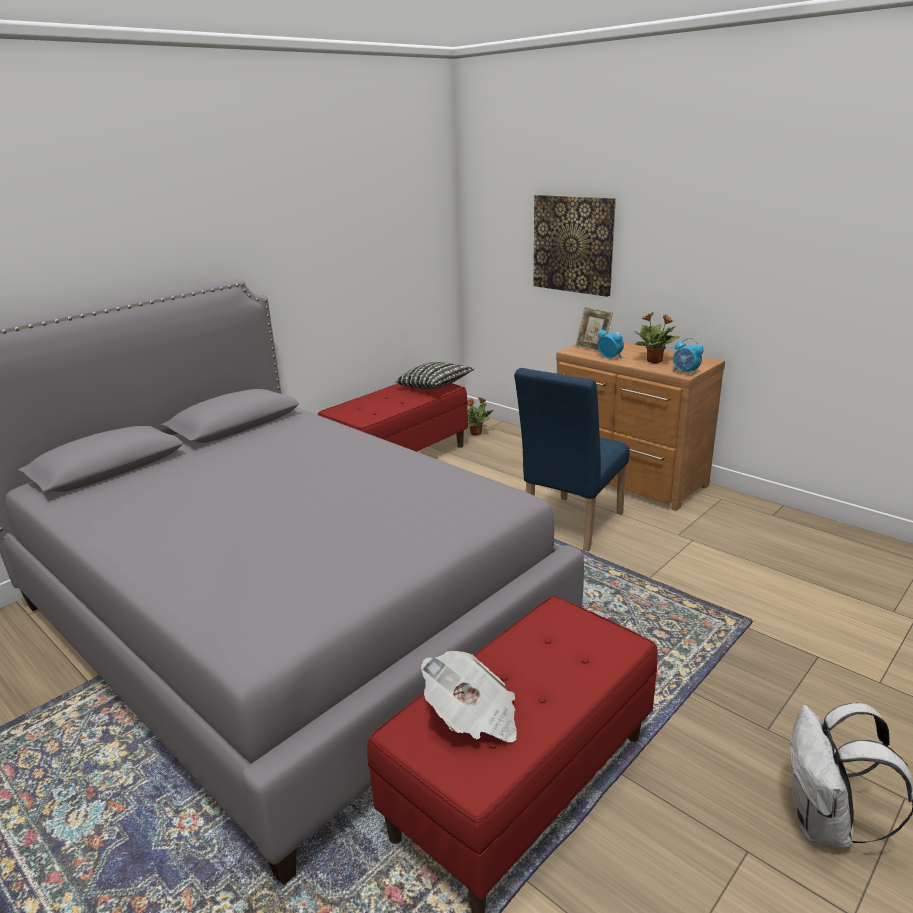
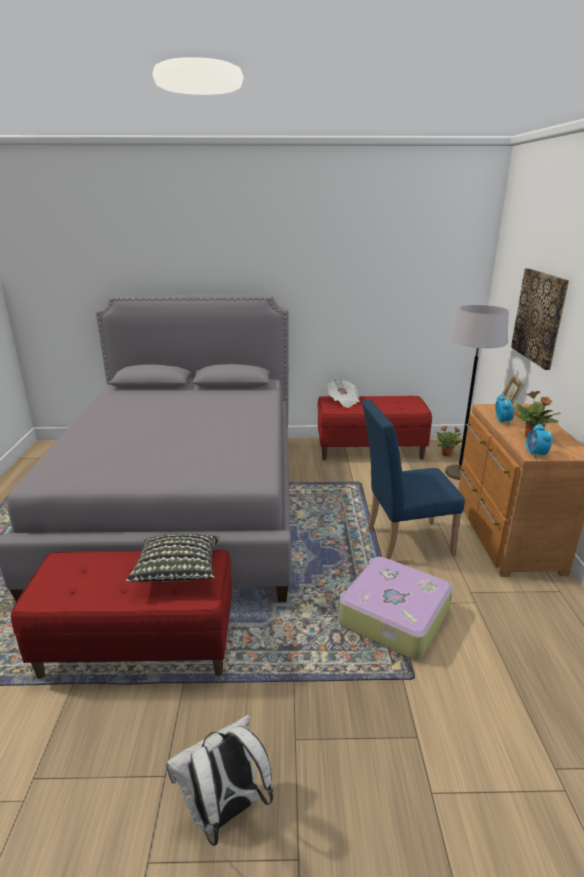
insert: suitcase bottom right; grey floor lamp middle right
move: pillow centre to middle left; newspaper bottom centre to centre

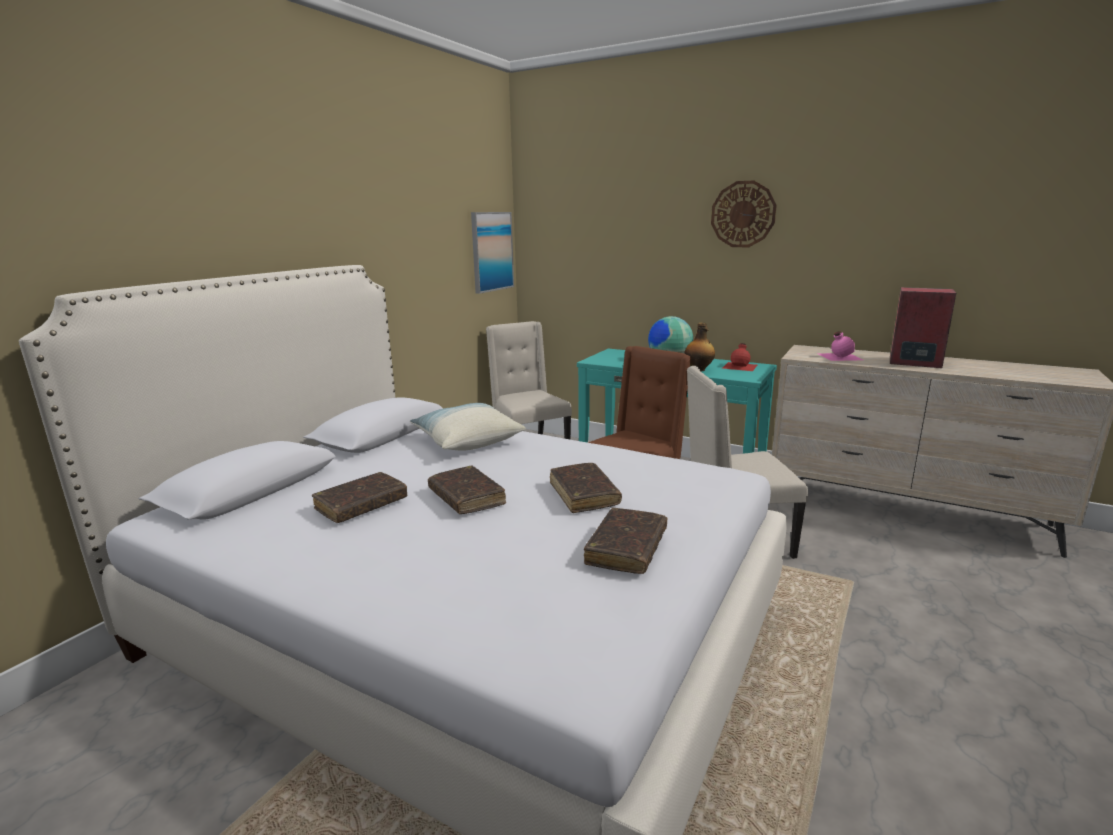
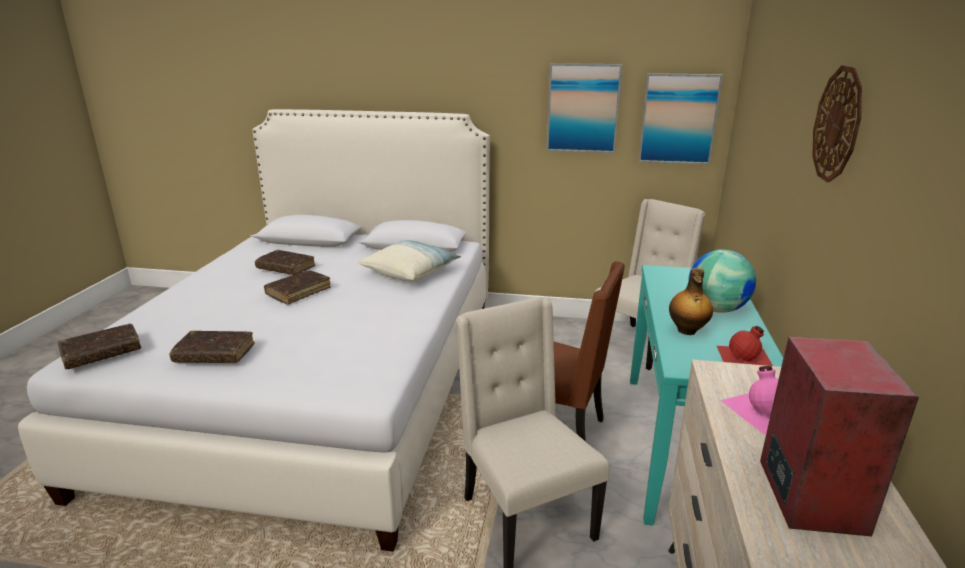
insert: picture (1st from left) top centre
move: brown book (3rd from left in the first image) centre to brown book (1st from left) middle left

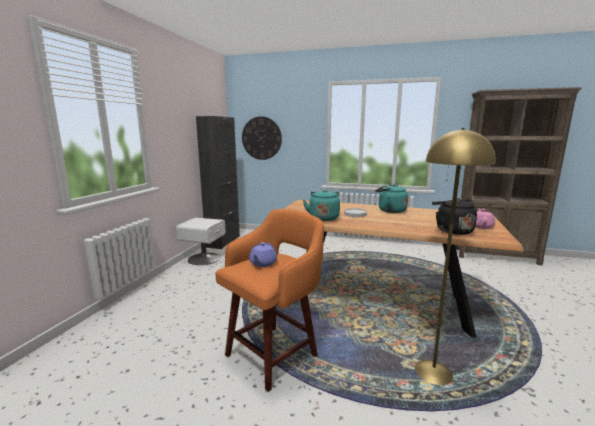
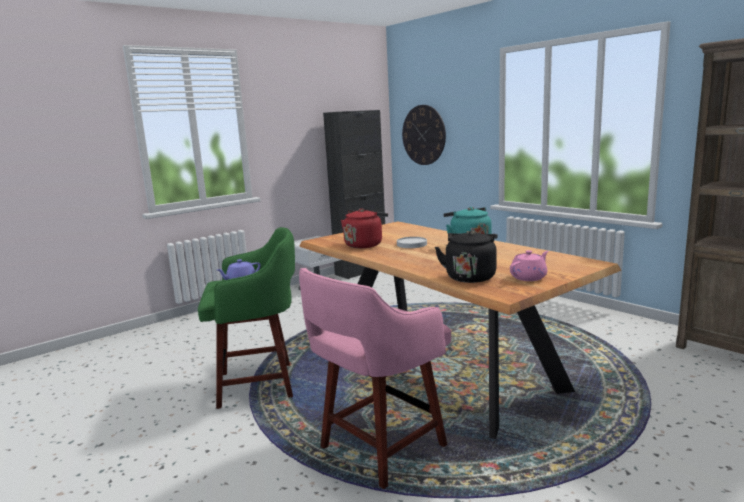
replace: yellow floor lamp middle right to pink stool bottom centre
recolor: orange stool bottom centre to green stool middle left; turquoise kettle (1st from left) centre to red kettle centre

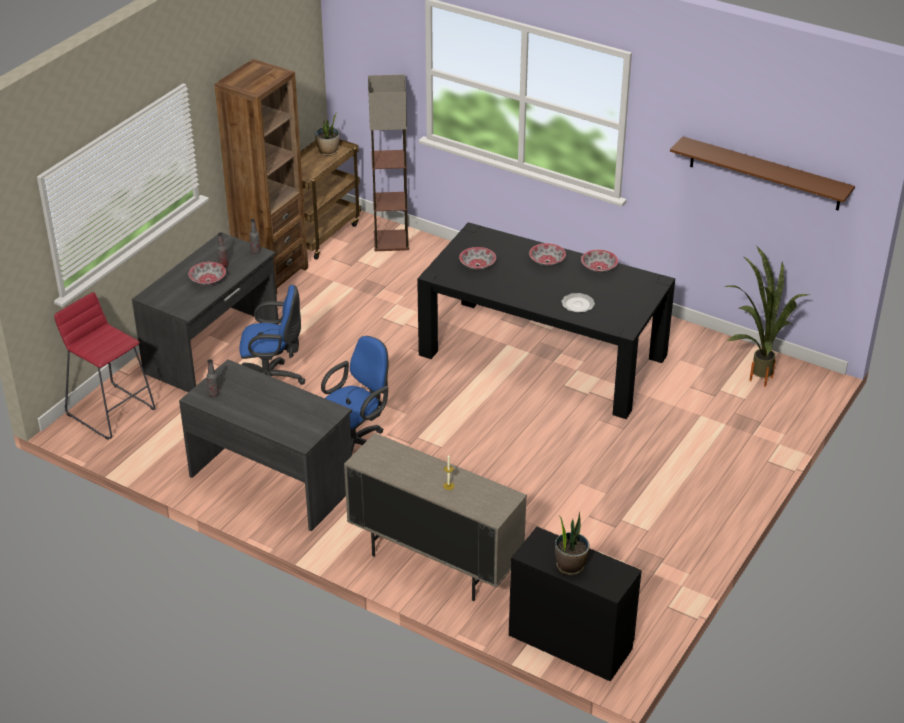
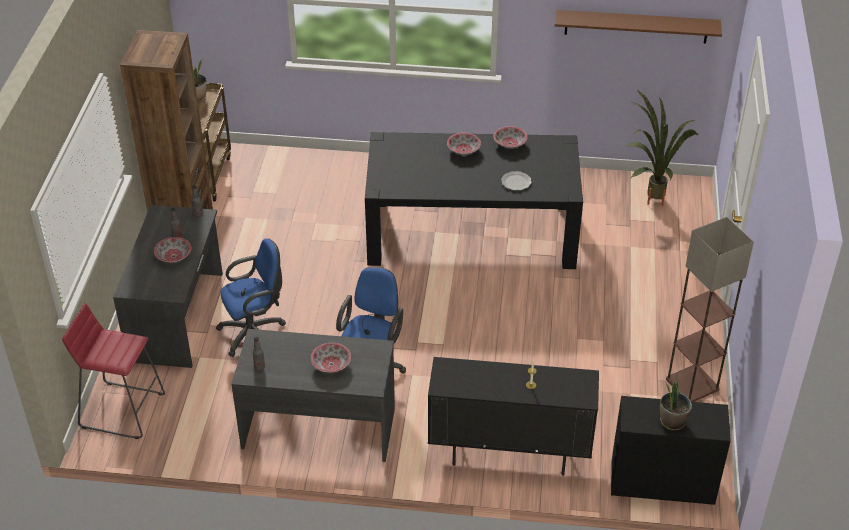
move: floor lamp top centre to middle right; bowl (2nd from left) centre to bottom centre
recolor: beige cabinet bottom centre to black cabinet bottom centre

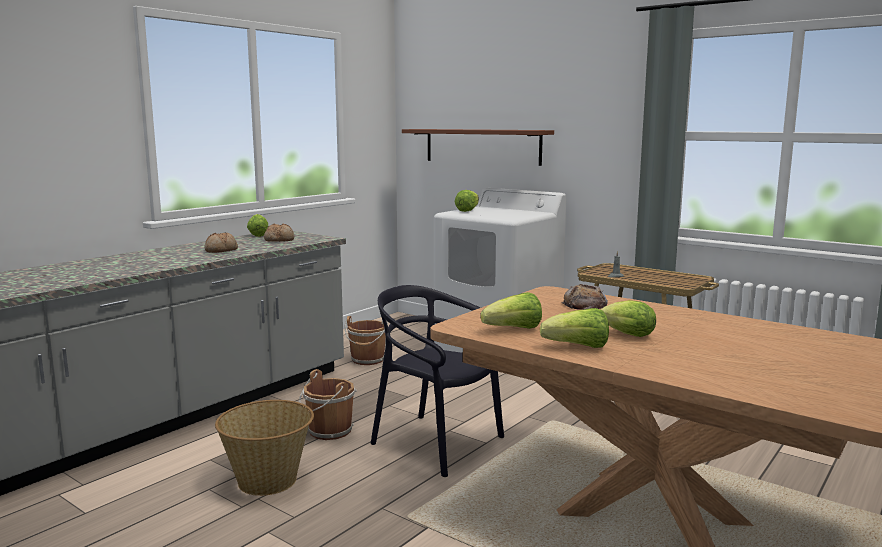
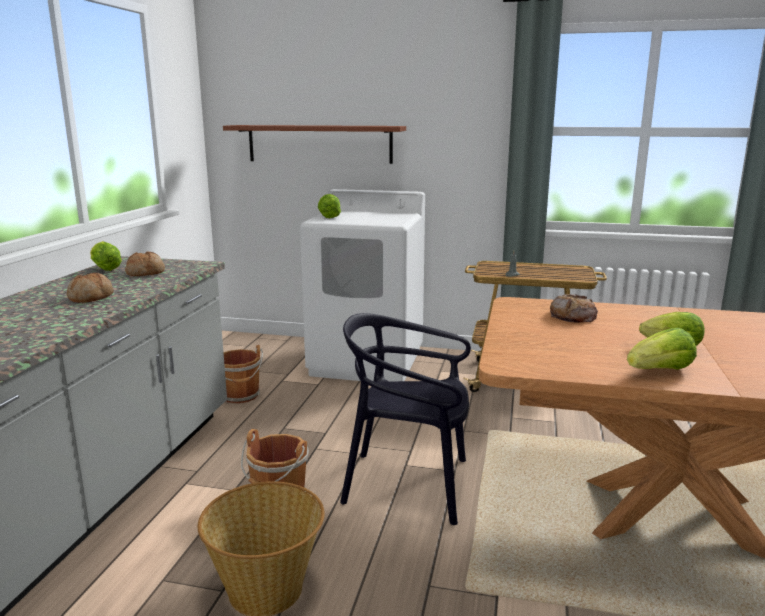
delete: lettuce (3rd from left) centre

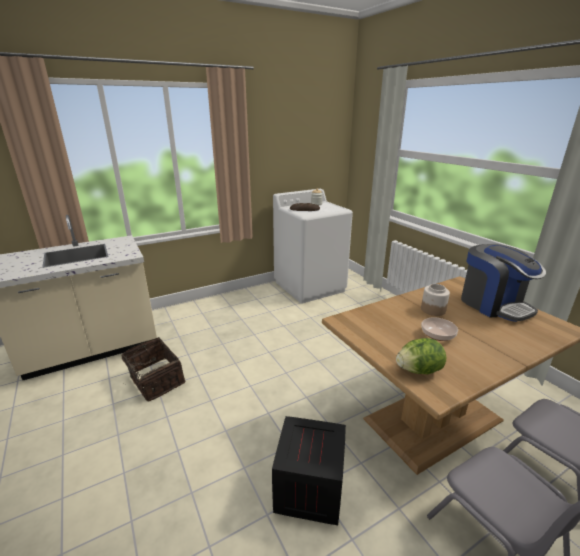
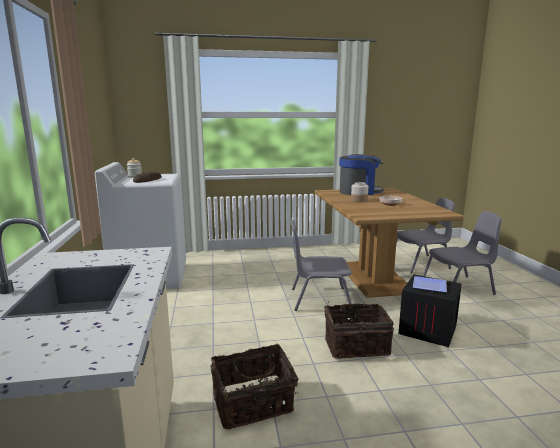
delete: lettuce middle right
insert: grey chair (1st from left) centre; basket (2nd from left) bottom centre; plate middle right

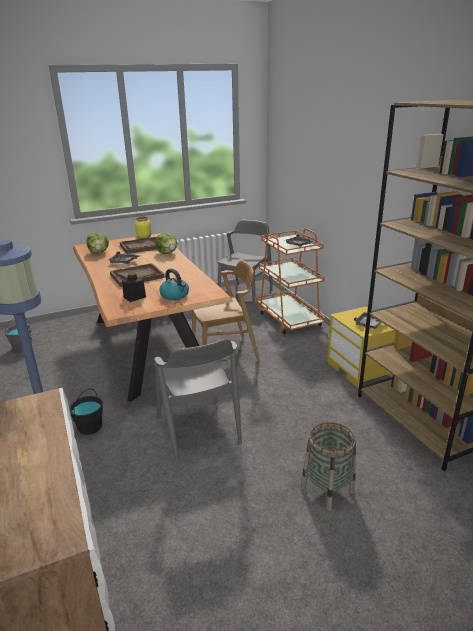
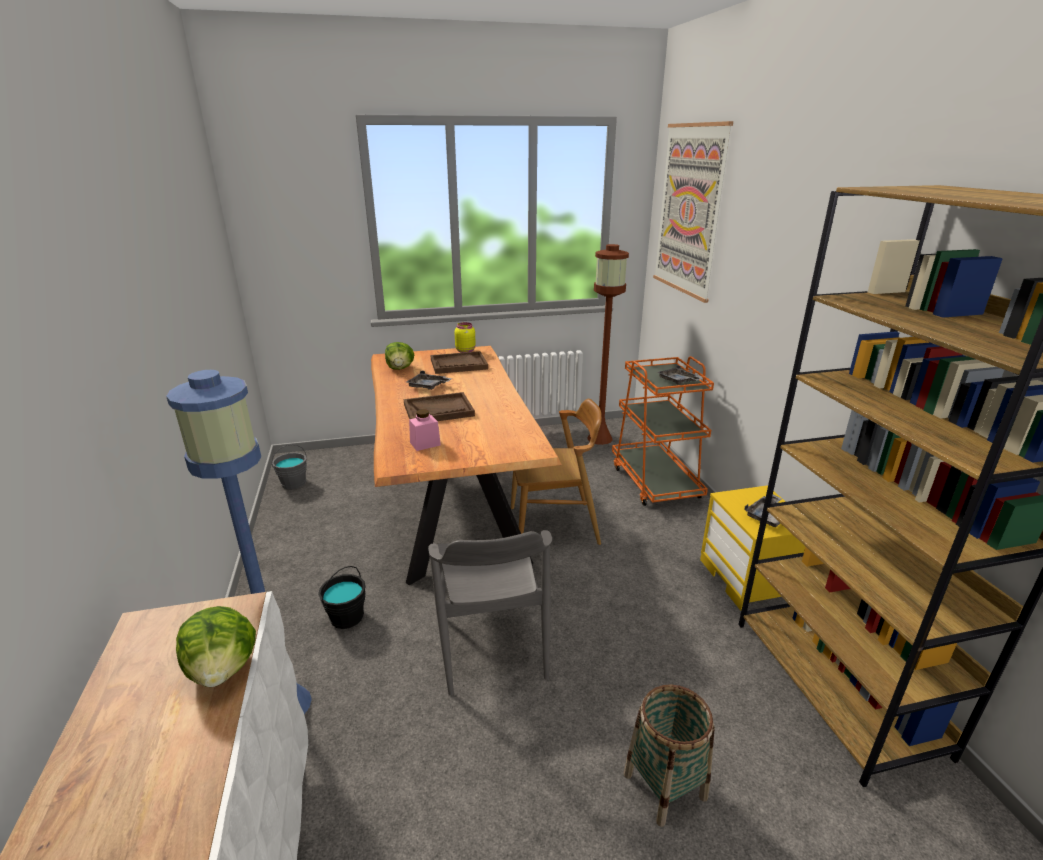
delete: kettle centre
insert: picture top centre
move: lettuce (2nd from left in the first image) centre to lettuce (1st from left) bottom left
replace: grey chair (2nd from left) centre to brown floor lamp centre
recolor: black jar middle left to pink jar centre

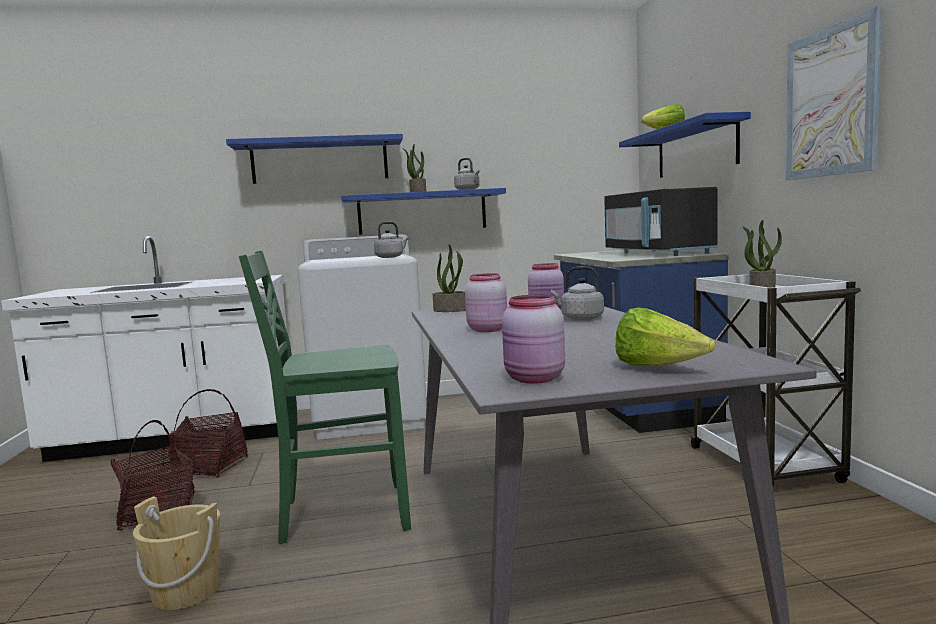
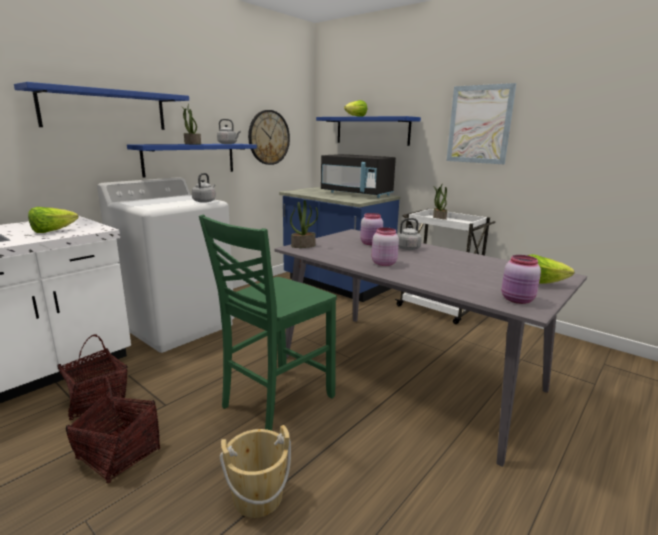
insert: lettuce (1st from left) middle left; wall clock top centre

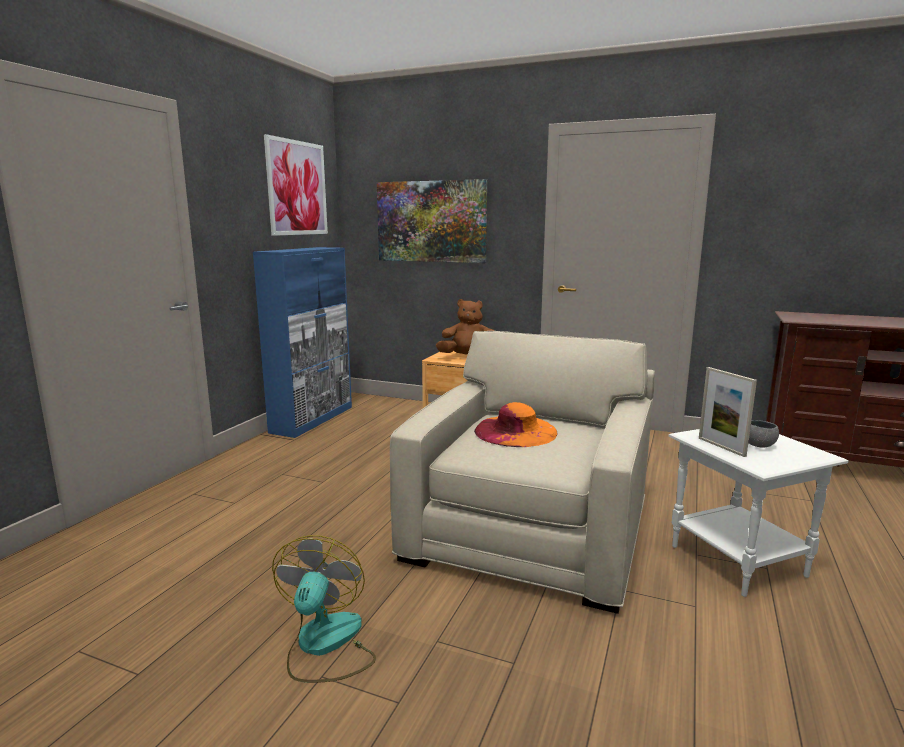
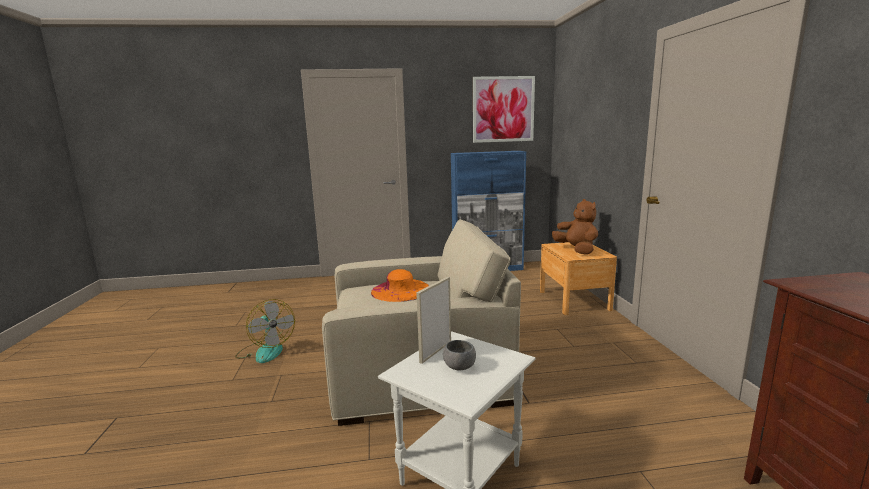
delete: picture (2nd from left) top centre
rotate: fan bottom centre = bottom left 75 degrees clockwise

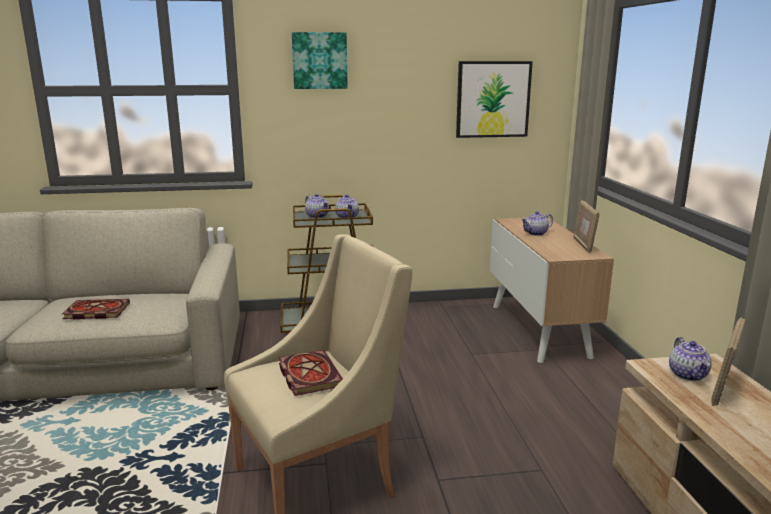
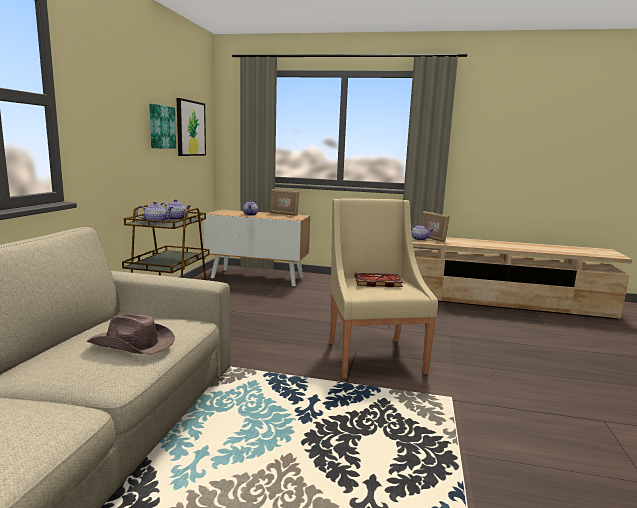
move: picture (1st from left) top centre to top left
replace: book (1st from left) middle left to brown hat middle left

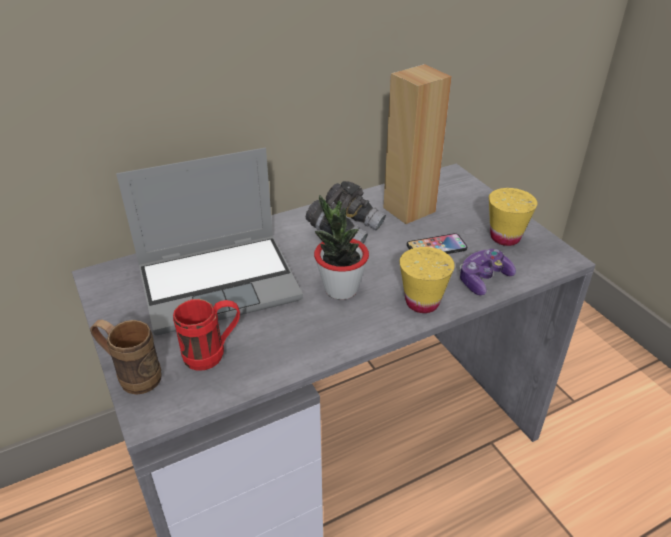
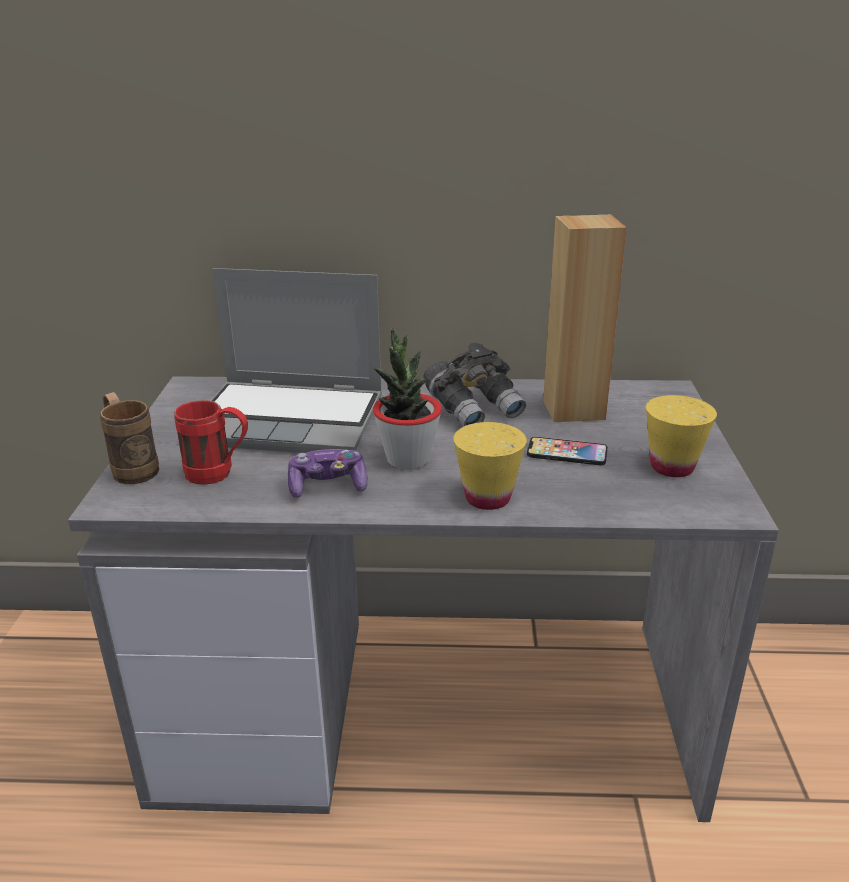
move: game controller middle right to centre

